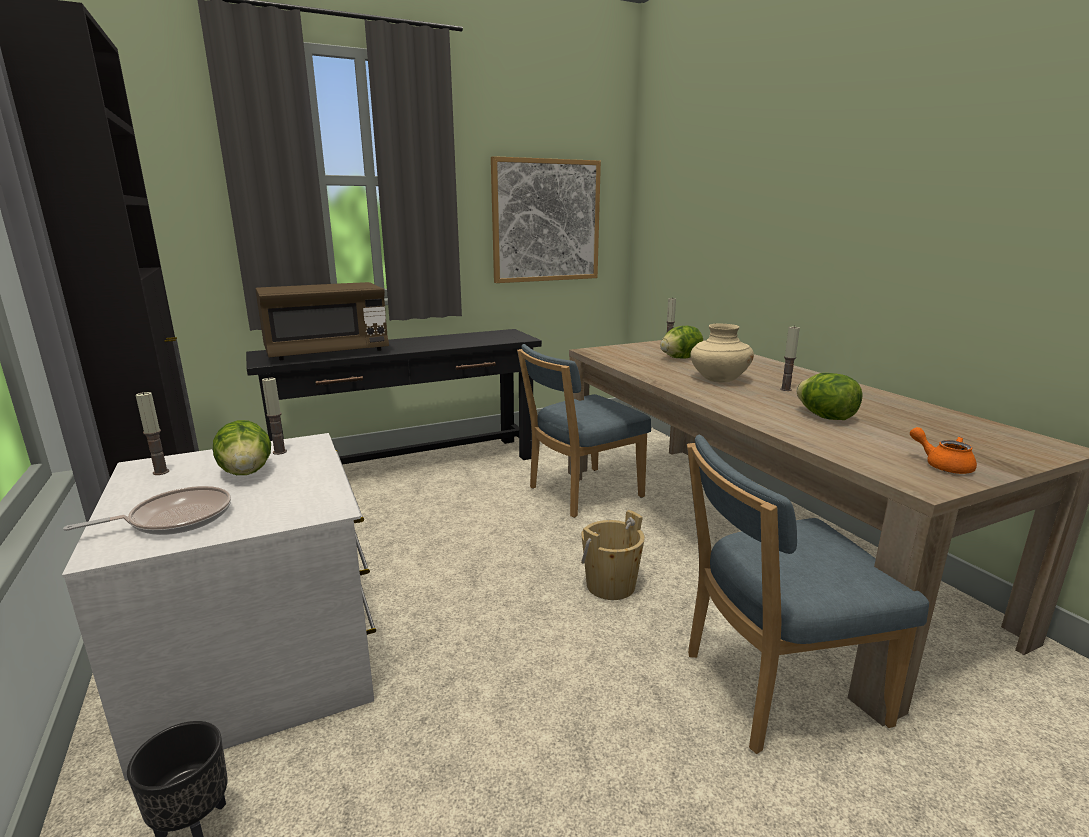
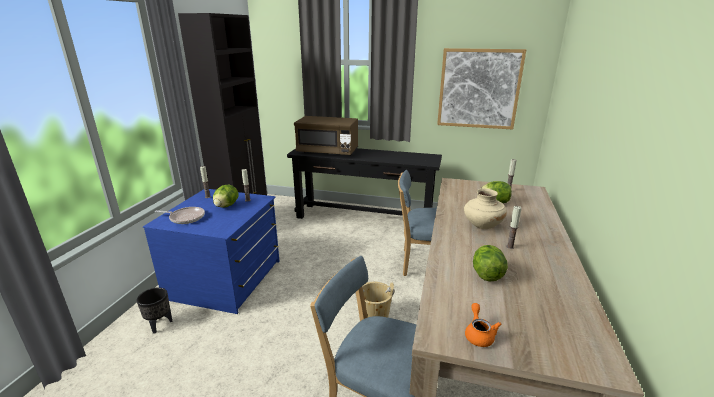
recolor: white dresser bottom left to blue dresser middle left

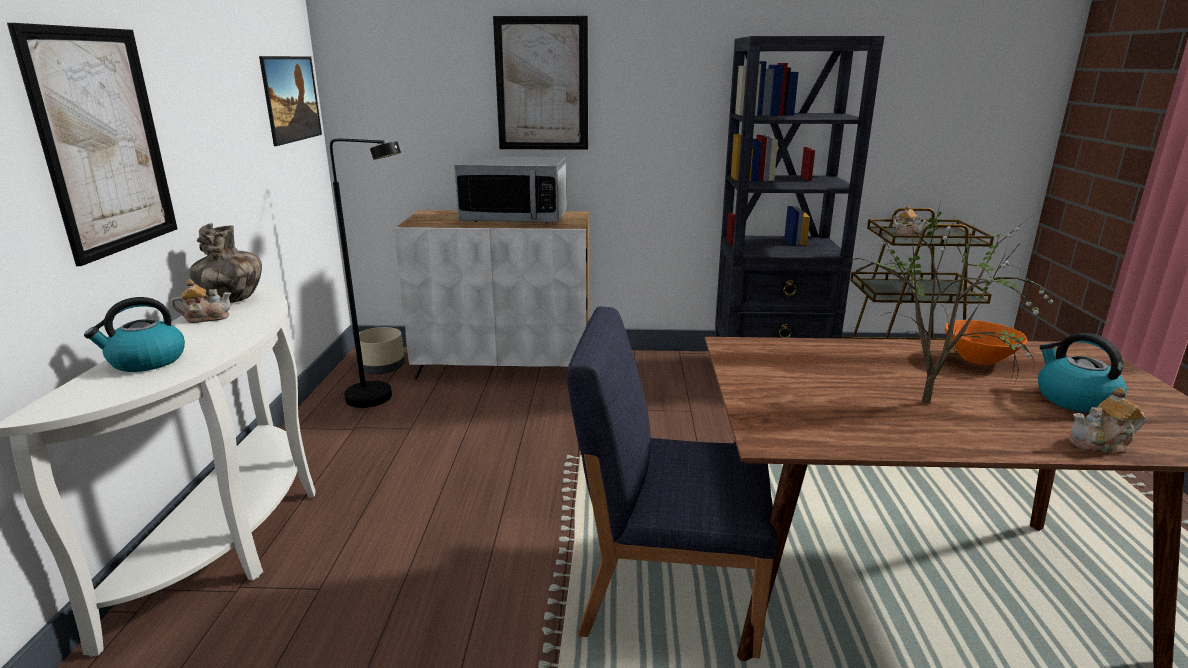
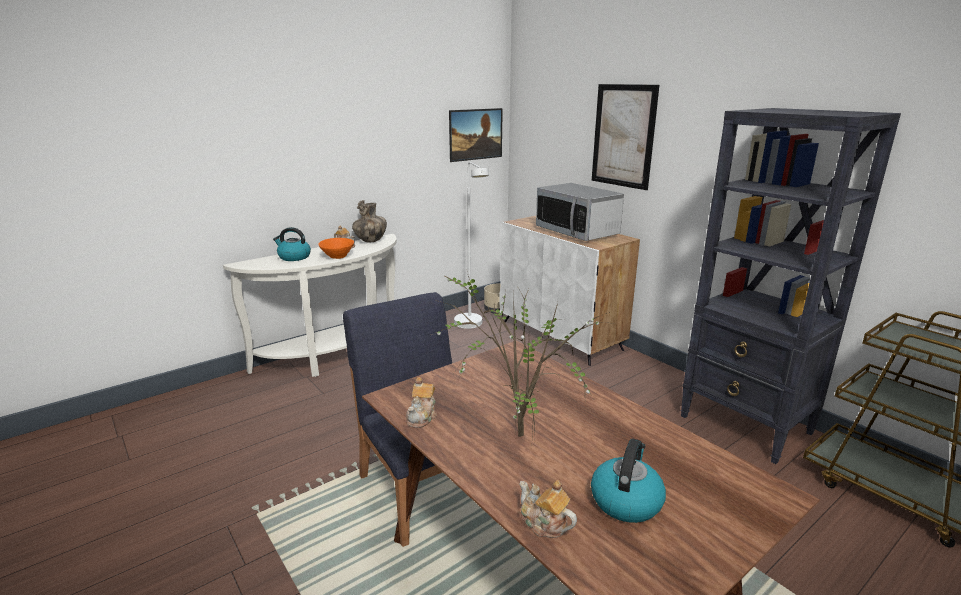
delete: picture (1st from left) top left
move: teapot (2nd from left) top right to bottom centre; orange bowl middle right to centre
recolor: black floor lamp middle left to white floor lamp centre

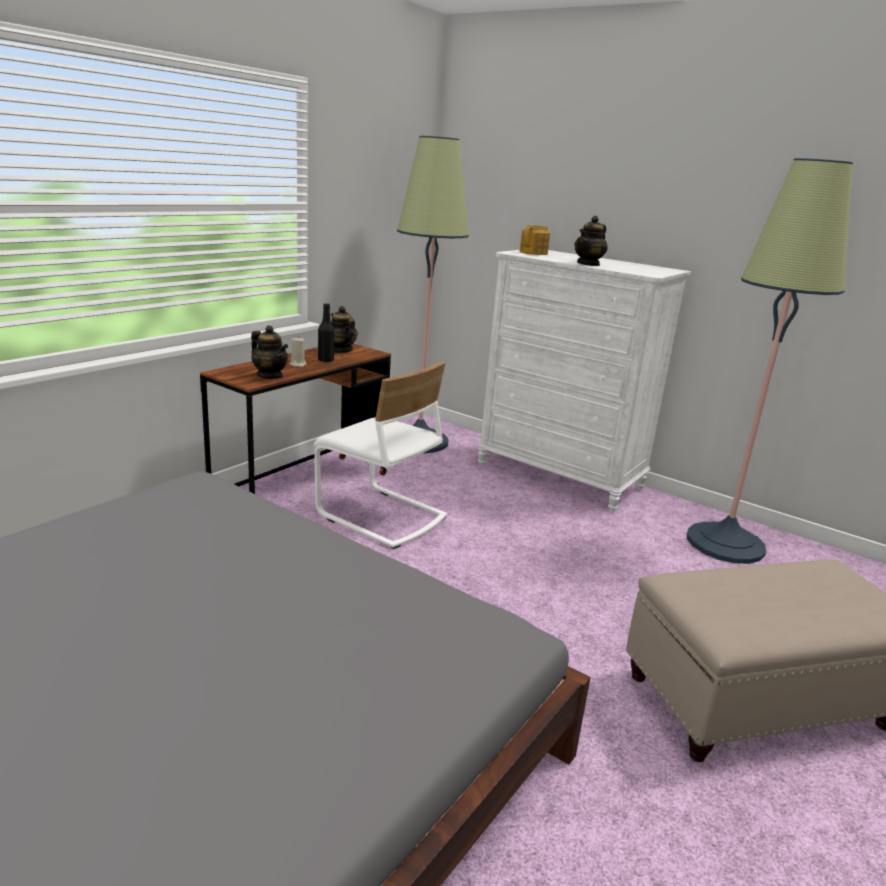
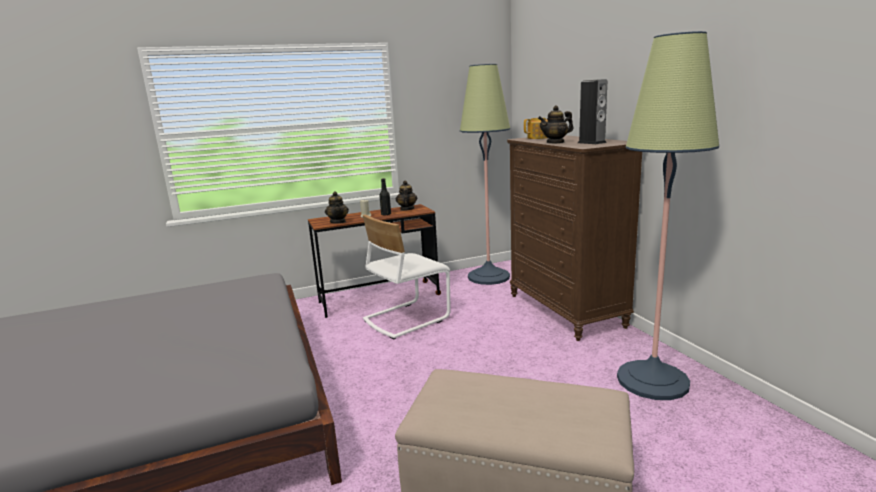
insert: speaker top right
recolor: white dresser centre to brown dresser centre
rotate: white chair centre = centre 75 degrees clockwise

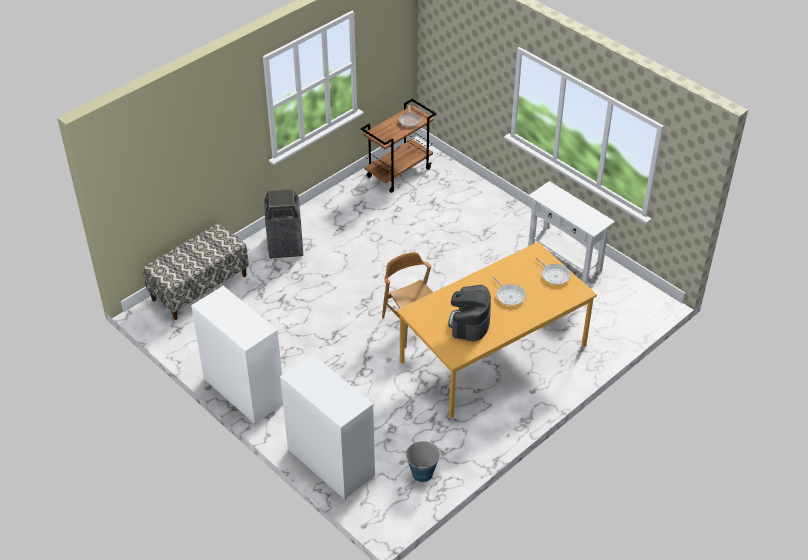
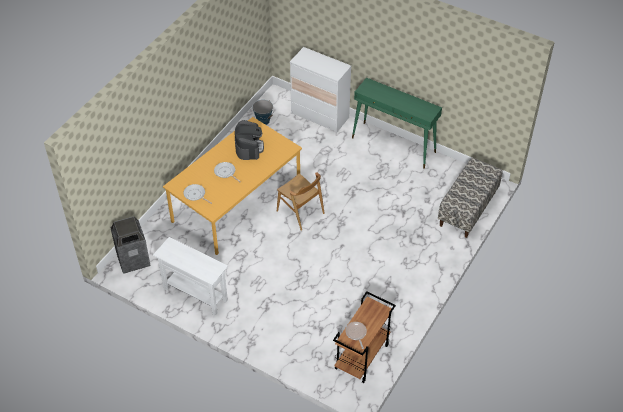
move: trash can centre to middle left
replace: white dresser (1st from left) middle left to green console table top centre

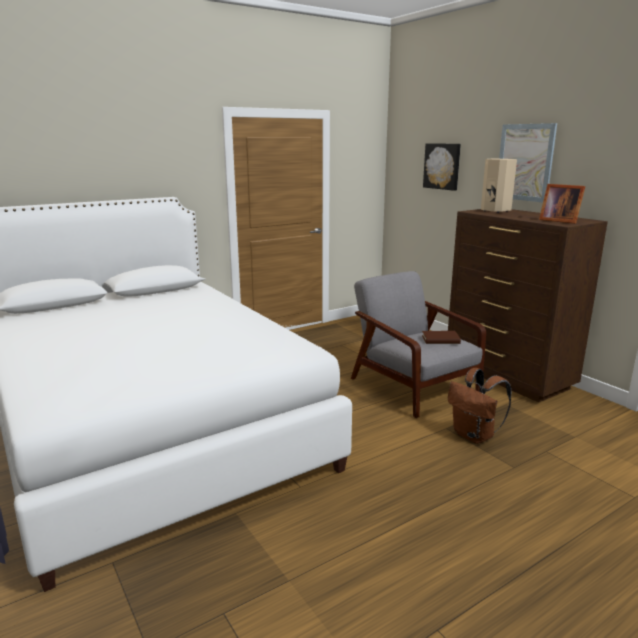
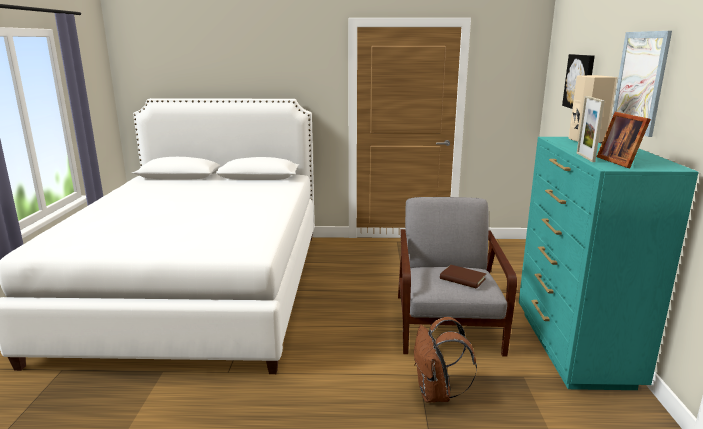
insert: picture frame (1st from left) top right
recolor: brown dresser middle right to turquoise dresser middle right

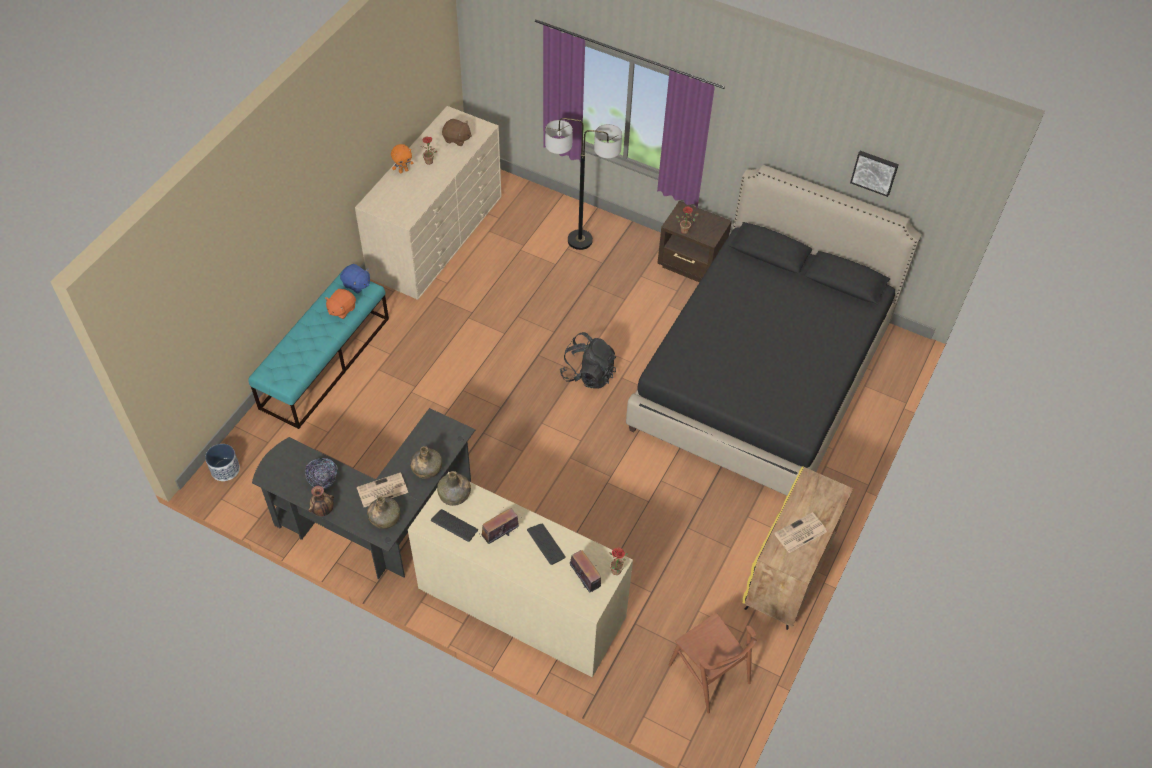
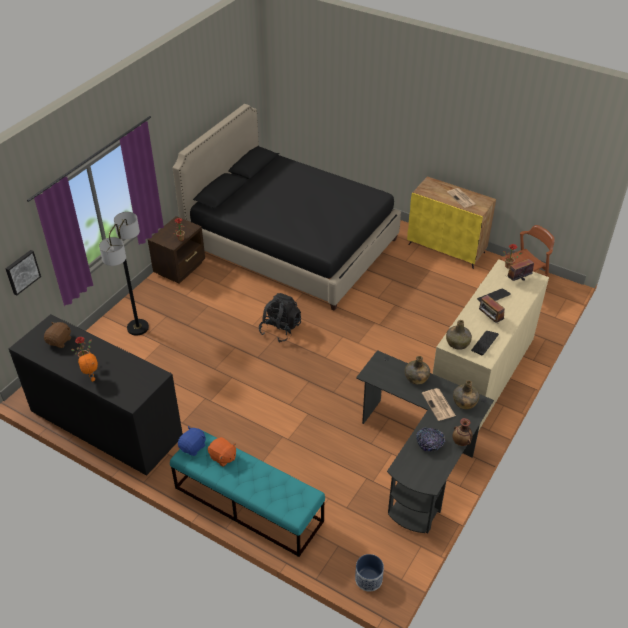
move: picture top right to middle left
recolor: beige dresser (1st from left) top centre to black dresser middle left

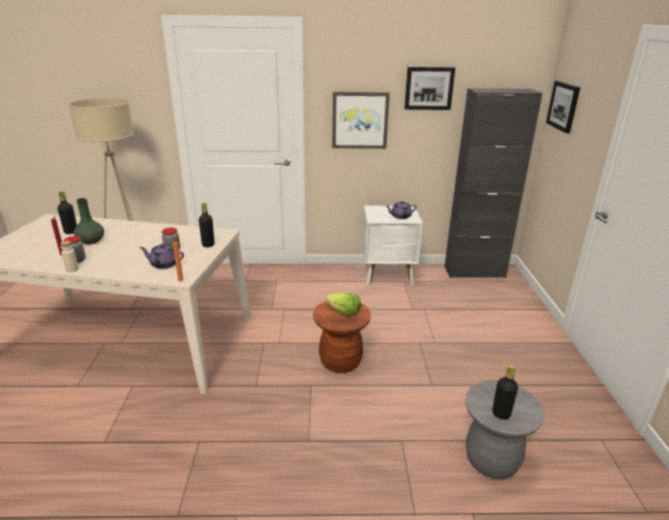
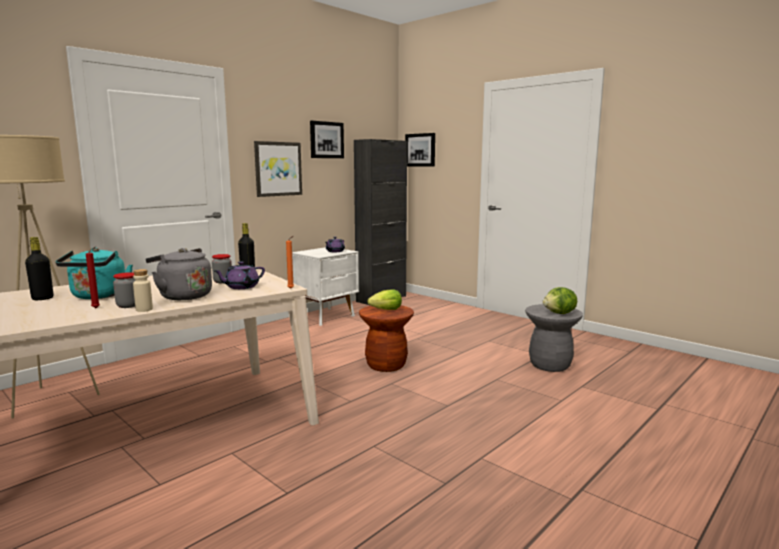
insert: grey kettle middle left
replace: green vase middle left to turquoise kettle middle left; black bottle (3rd from left) bottom right to lettuce (2nd from left) middle right

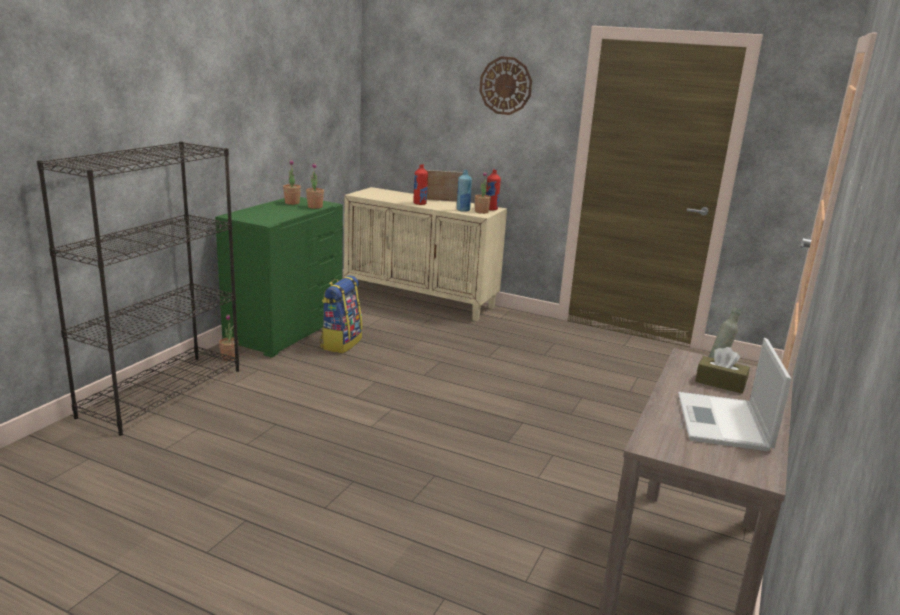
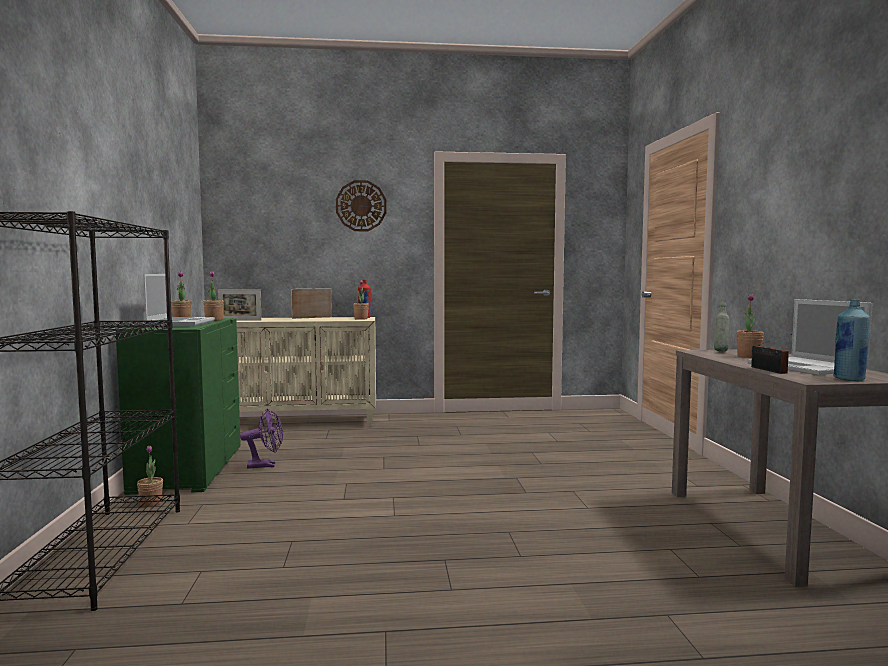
delete: red bottle (1st from left) top centre
insert: laptop (1st from left) middle left; picture frame (1st from left) middle left; radio middle right
move: blue bottle top centre to middle right
replace: backpack centre to purple fan middle left; brown tissue box middle right to potted plant (5th from left) middle right

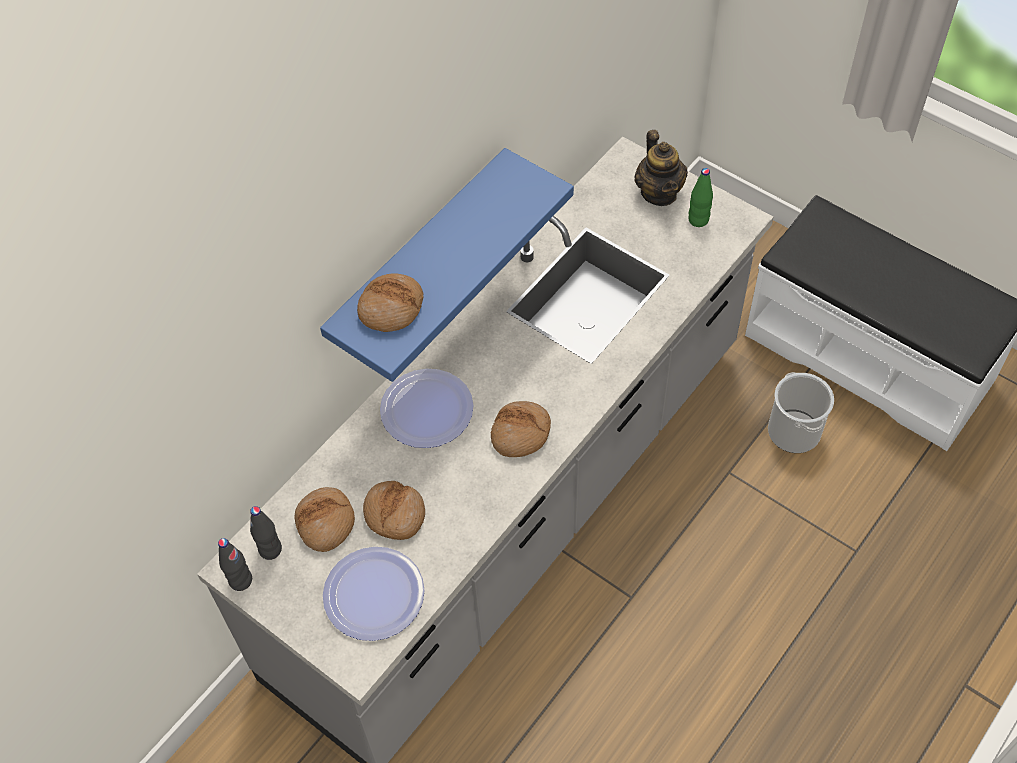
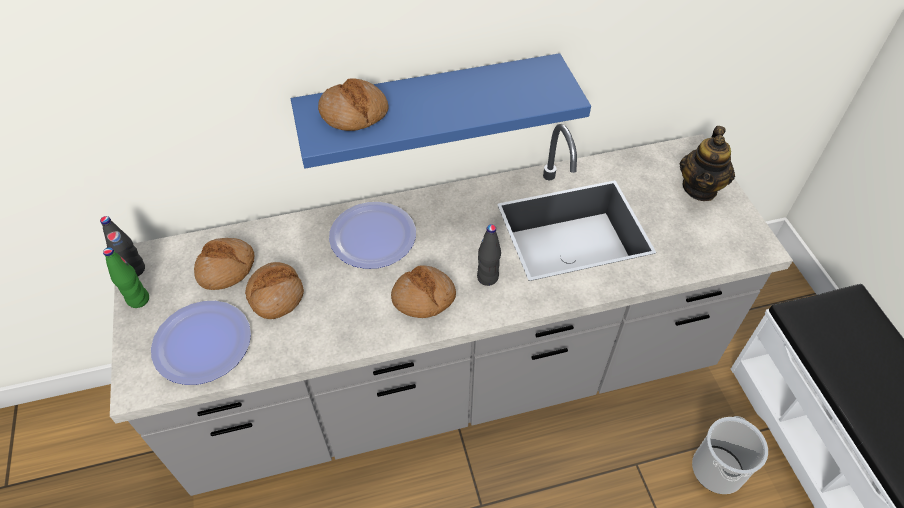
move: black bottle (2nd from left) bottom left to centre; green bottle top right to middle left

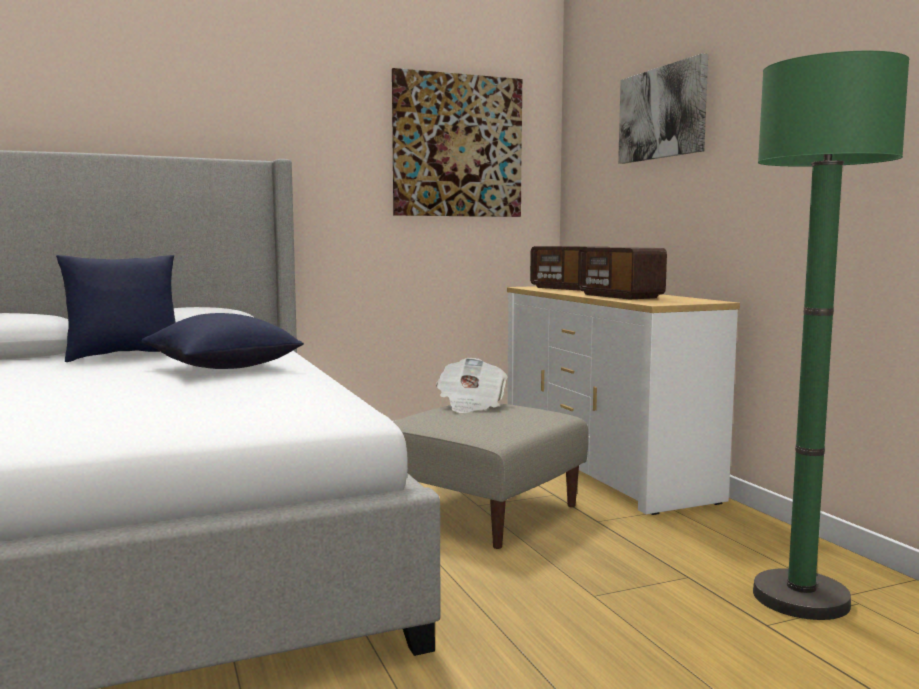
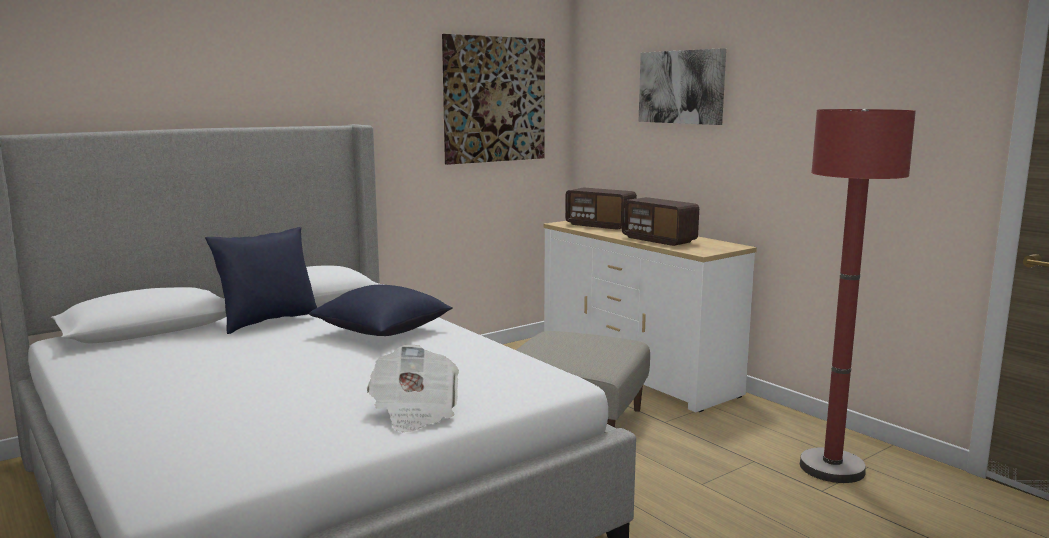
move: newspaper centre to bottom centre
recolor: green floor lamp middle right to red floor lamp middle right

